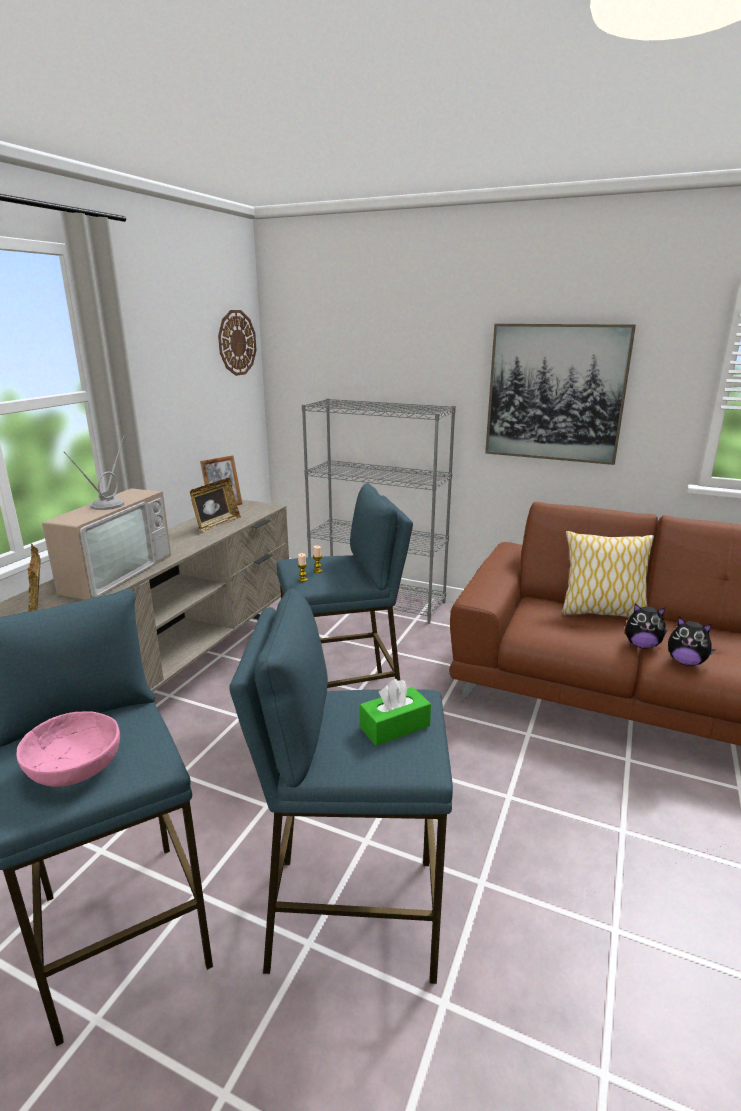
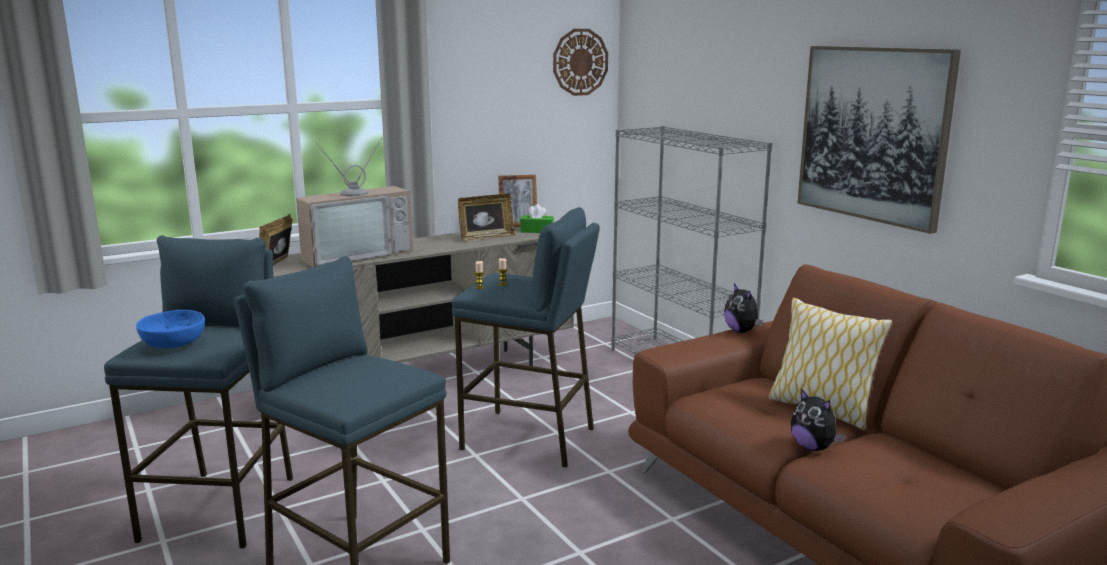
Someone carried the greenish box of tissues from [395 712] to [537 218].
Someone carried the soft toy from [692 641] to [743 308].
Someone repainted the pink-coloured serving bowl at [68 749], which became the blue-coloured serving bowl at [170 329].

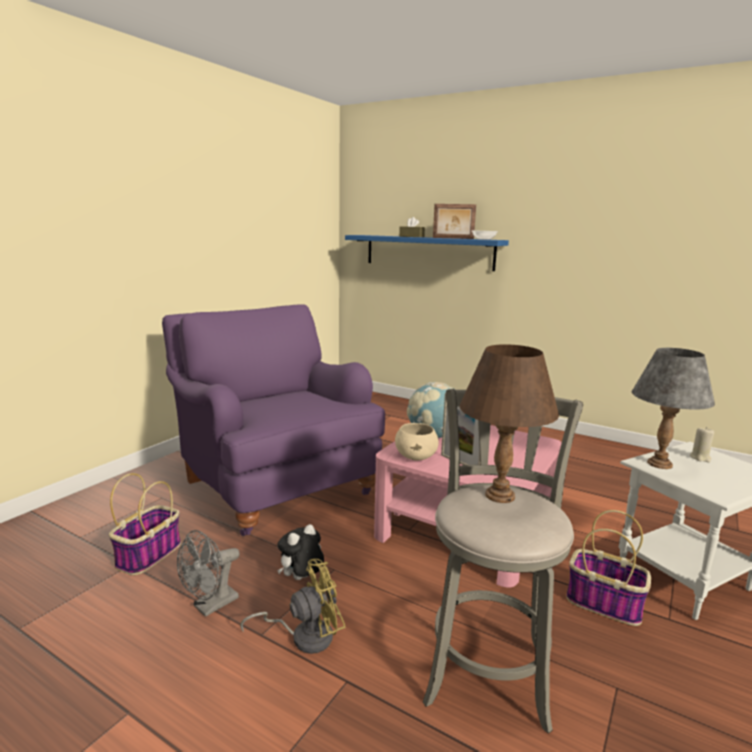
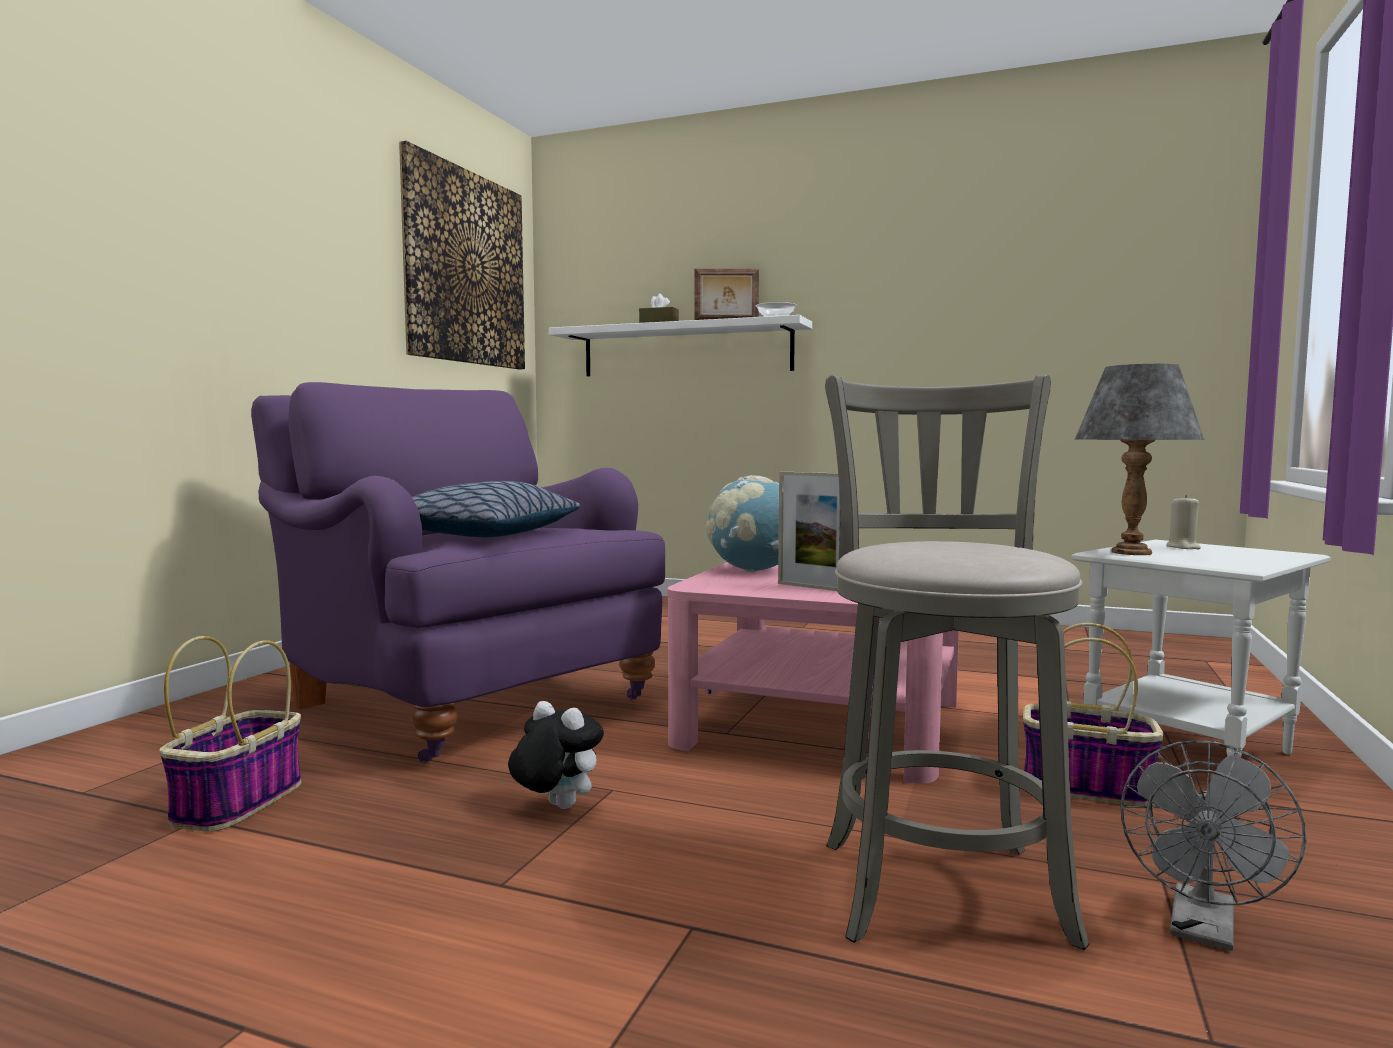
Someone took away the yellowish electric fan at [292 606].
Someone took away the sand-coloured serving bowl at [416 442].
Someone took away the brownish table lamp at [509 423].
Someone put up the wall art at [462 255].
Someone put down the cushion at [496 509].
Someone carried the greyish electric fan from [208 573] to [1213 845].
Someone repainted the blue-coloured bracket shelf at [427 253], which became the white-coloured bracket shelf at [680 345].
Someone rotated the soft toy at [300 552] by 90 degrees clockwise.

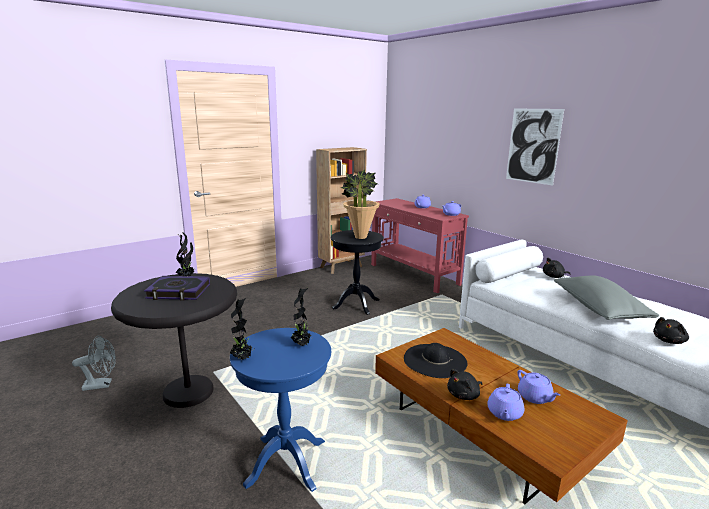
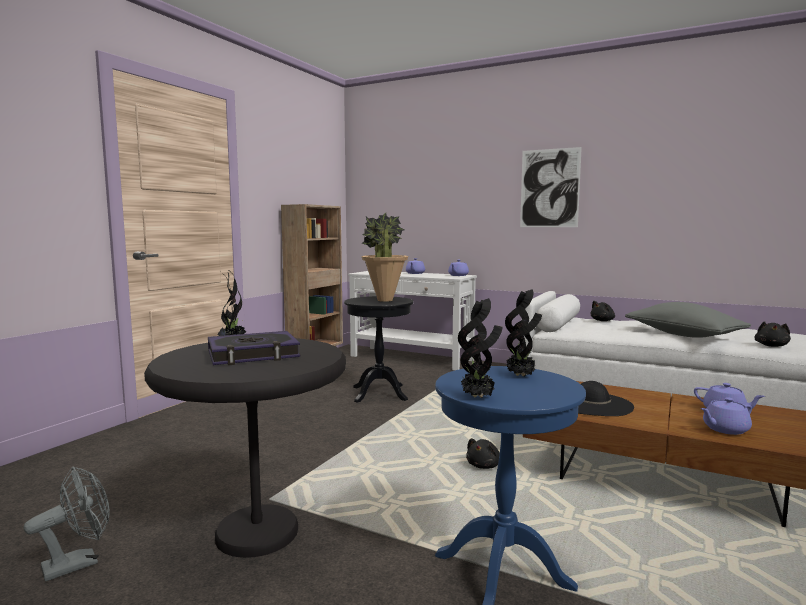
Someone carried the blackish soft toy from [465 384] to [483 453].
Someone repainted the red-coloured console table at [420 245], which became the white-coloured console table at [412 320].
Someone rotated the purple teapot at [506 402] by 75 degrees clockwise.

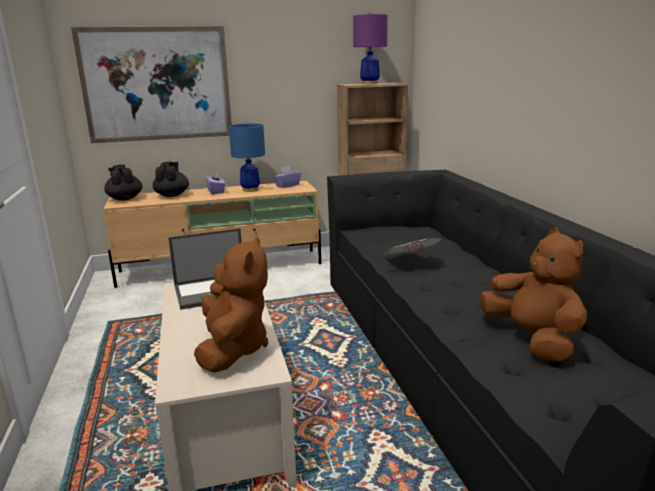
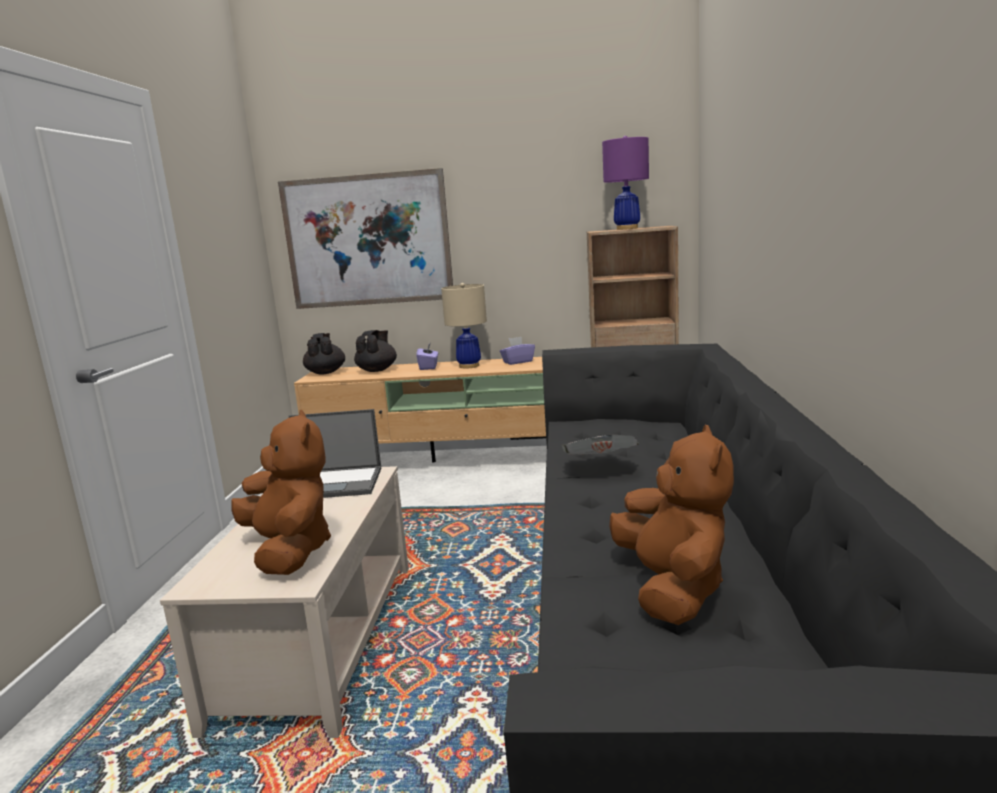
Someone repainted the blue-coloured table lamp at [247 157], which became the sand-coloured table lamp at [464 326].
Someone rotated the brownish soft toy at [231 304] by 45 degrees counterclockwise.

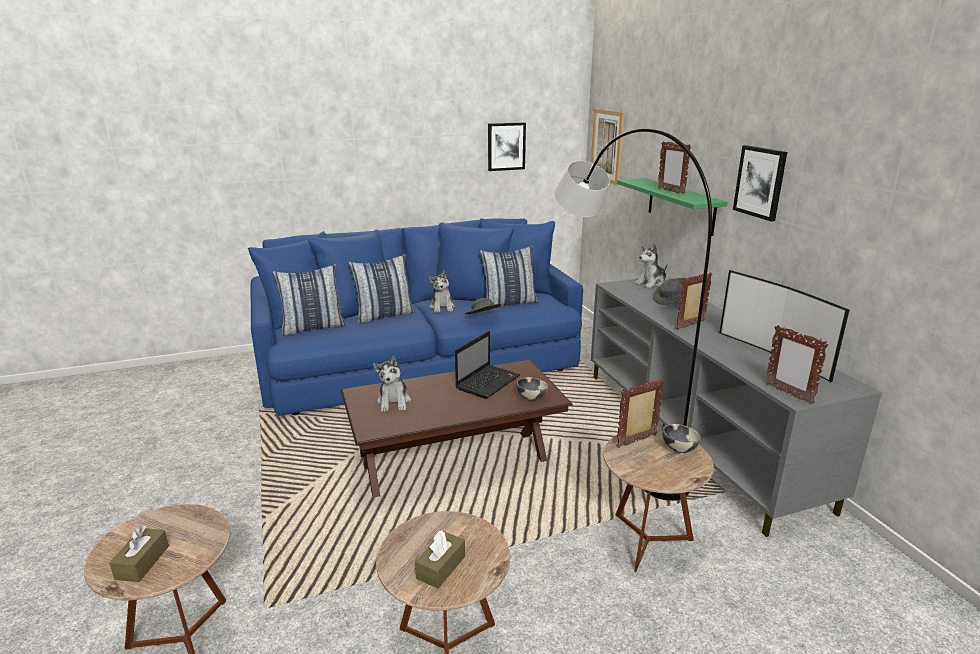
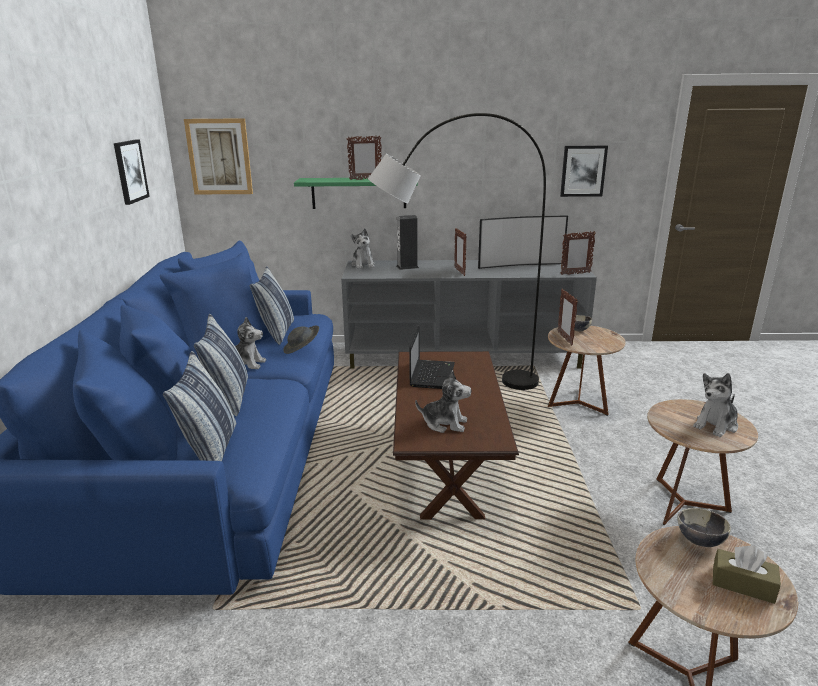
Someone carried the serving bowl from [532 389] to [704 527].
Someone carried the wall art from [760 183] to [584 171].
Someone swapped the brownish box of tissues at [440 559] for the soft toy at [715 405].
Someone swapped the greyish hat at [671 291] for the audio speaker at [407 242].
Someone rotated the notebook computer at [487 365] by 45 degrees clockwise.

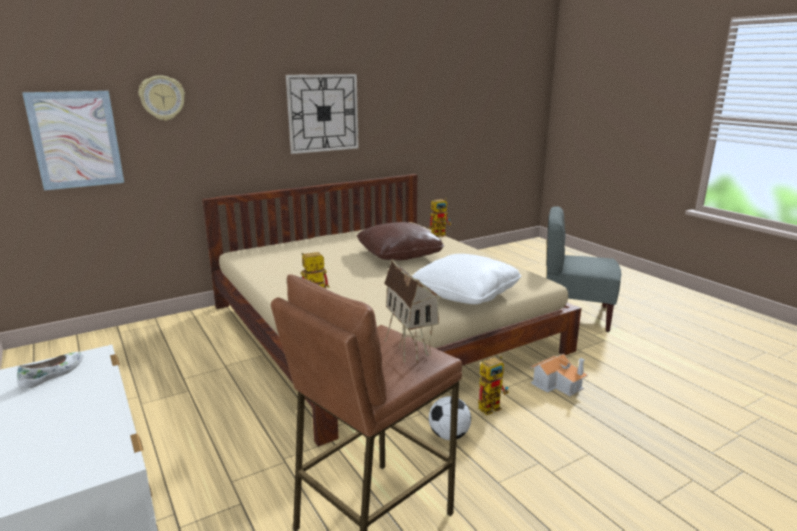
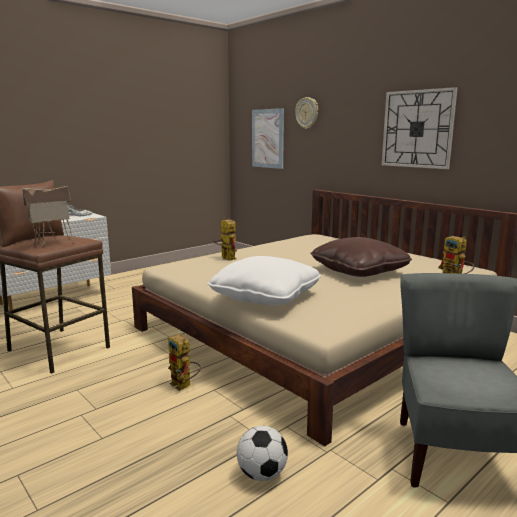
Someone took away the model house at [559 375].
Someone carried the ball for football from [450 418] to [262 453].

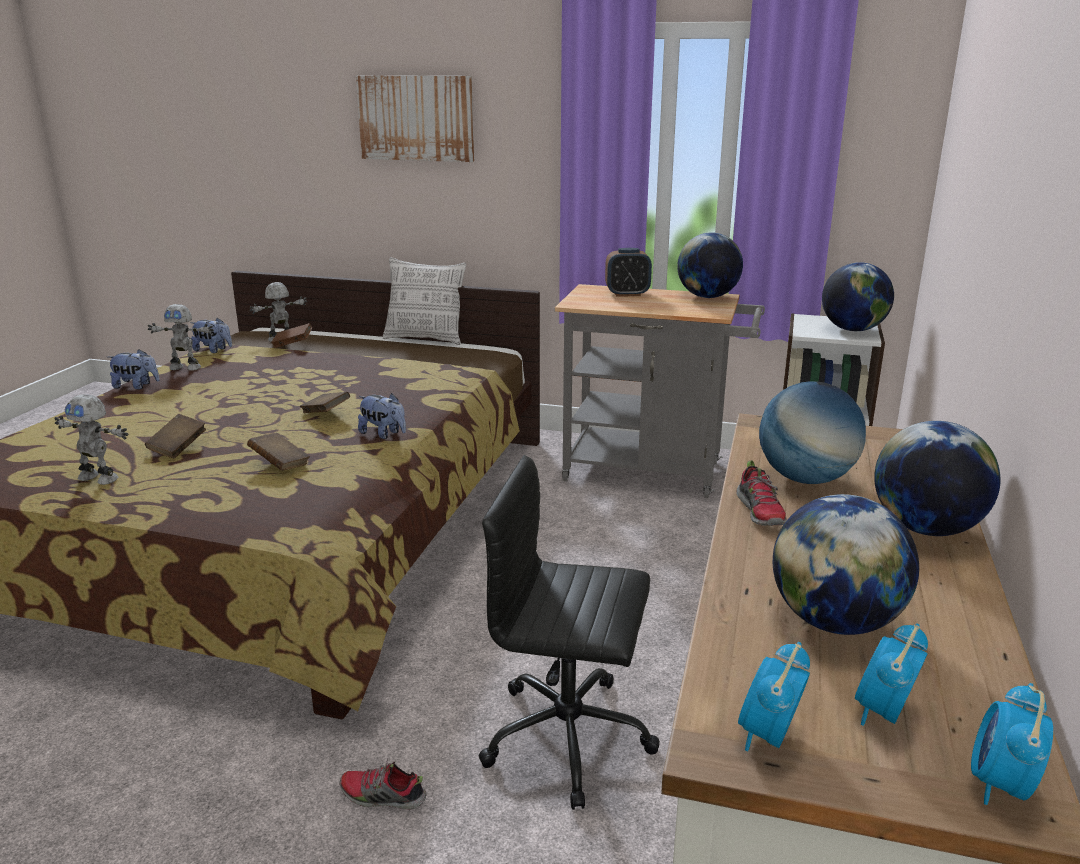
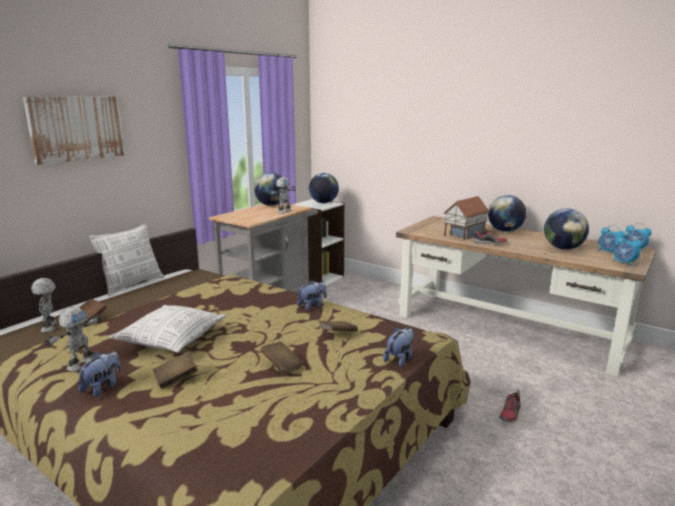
Someone took away the blackish office chair at [569 632].
Someone took away the bedside clock at [628 272].
Someone put down the cushion at [167 329].
Someone carried the robot figure from [91 439] to [282 195].
Someone carried the soft toy from [211 335] to [398 347].
Someone carried the brownish volume from [325 402] to [175 370].
Someone swapped the globe at [812 432] for the model house at [466 218].

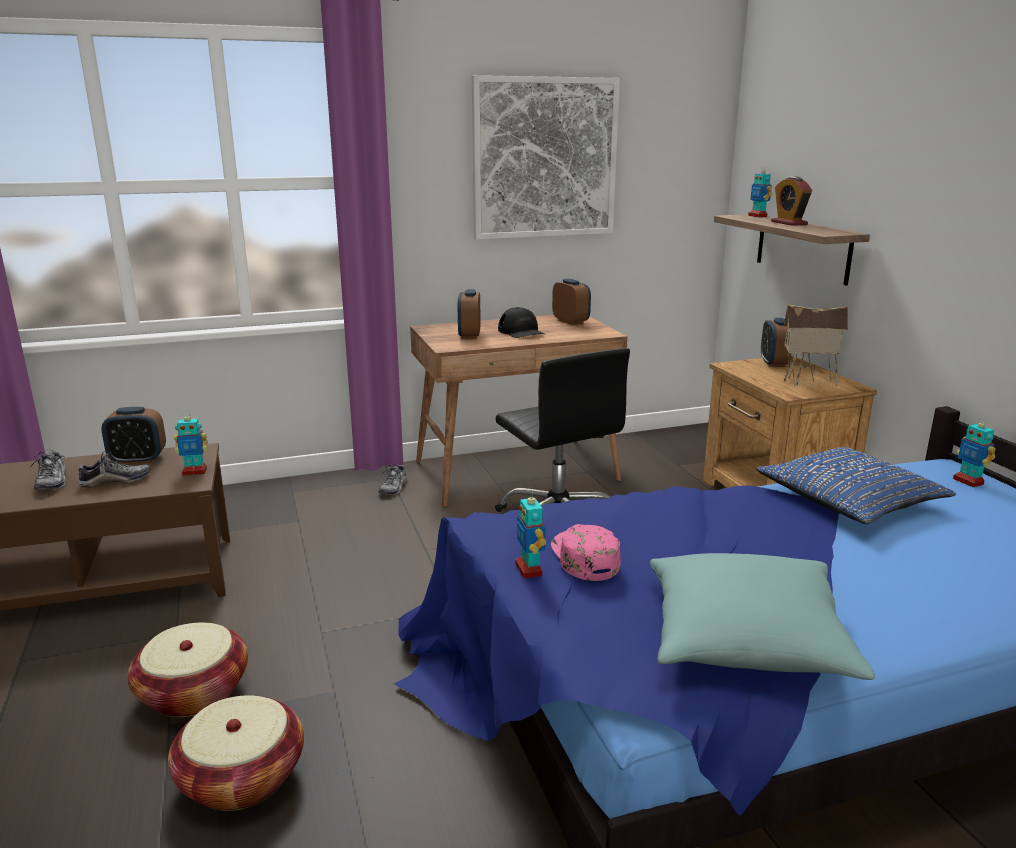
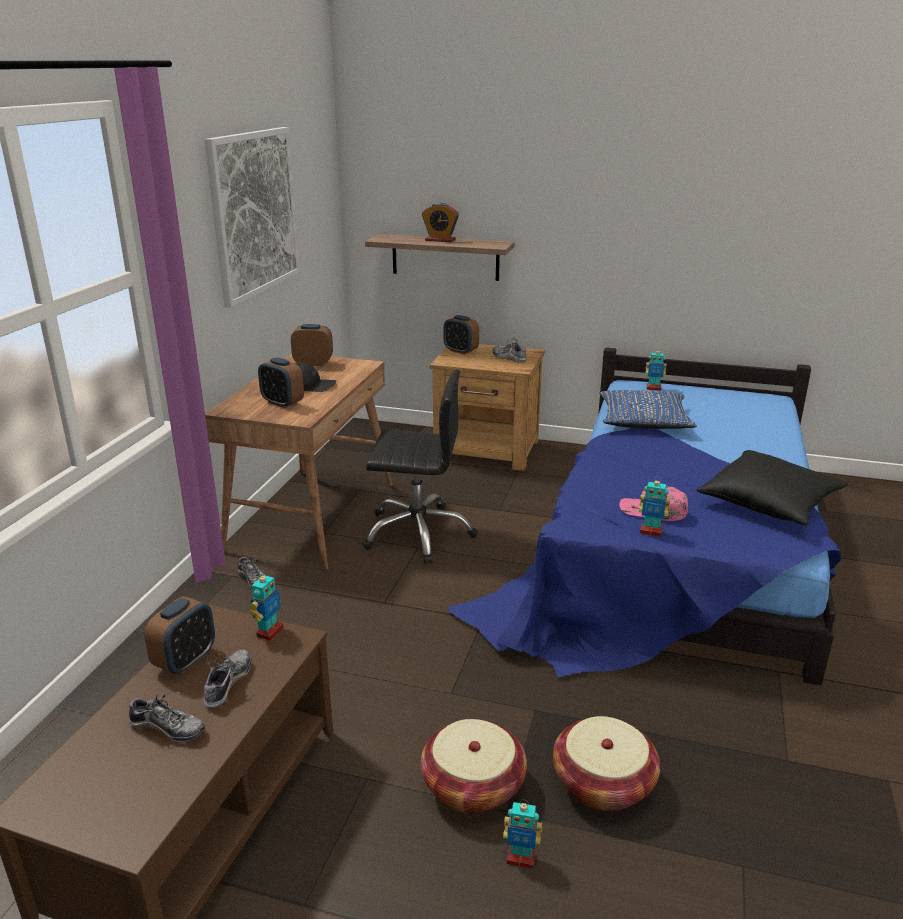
Someone carried the robot figure from [760 191] to [522 834].
Someone swapped the model house at [816 345] for the low shoe at [510 350].
Someone repainted the blue-green cushion at [762 616], which became the blackish cushion at [772 487].

